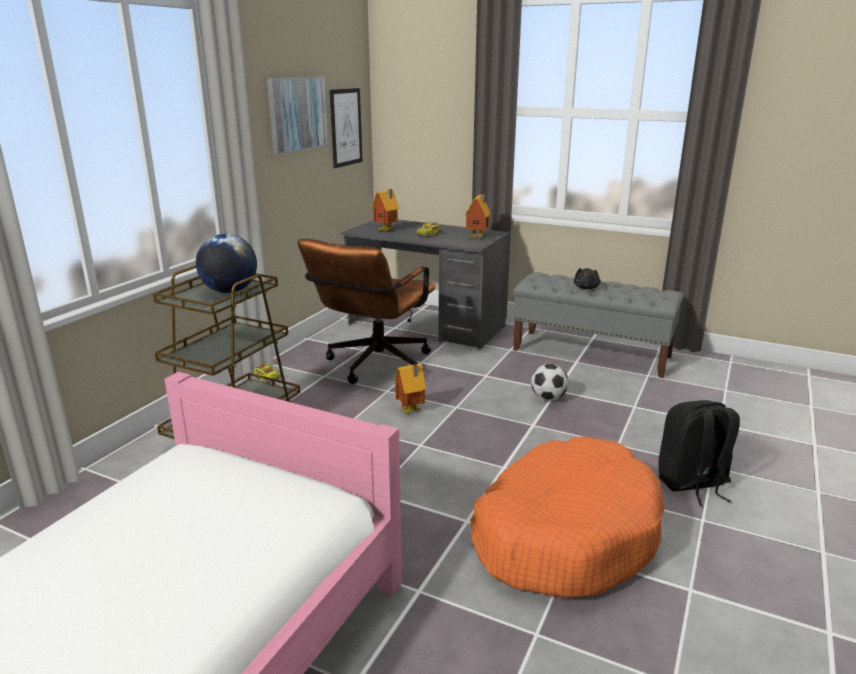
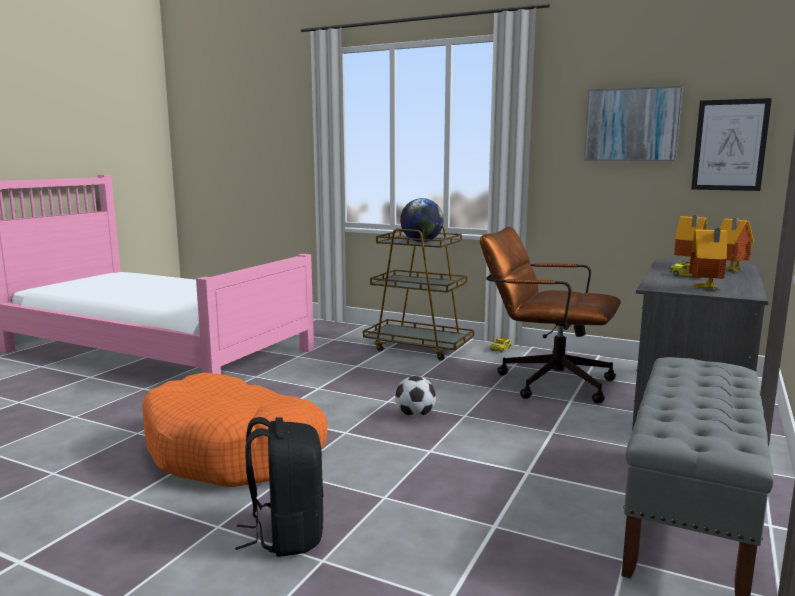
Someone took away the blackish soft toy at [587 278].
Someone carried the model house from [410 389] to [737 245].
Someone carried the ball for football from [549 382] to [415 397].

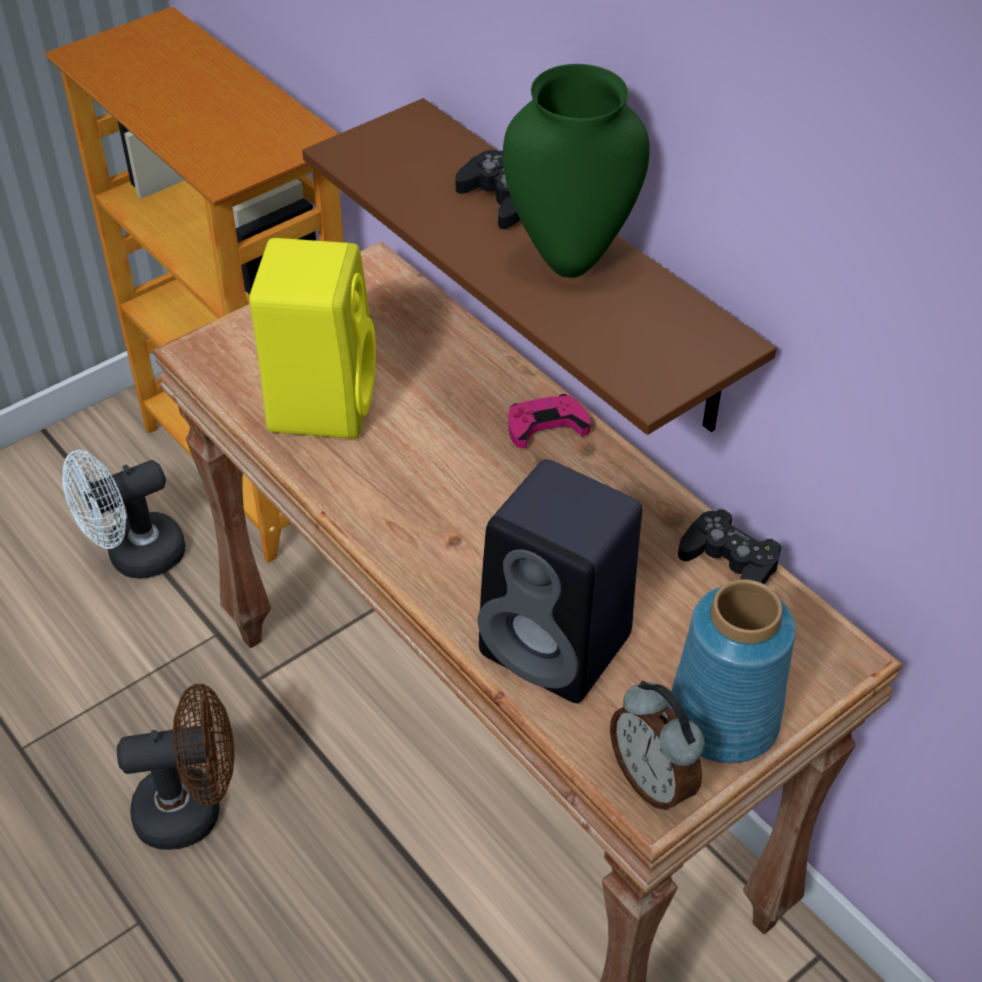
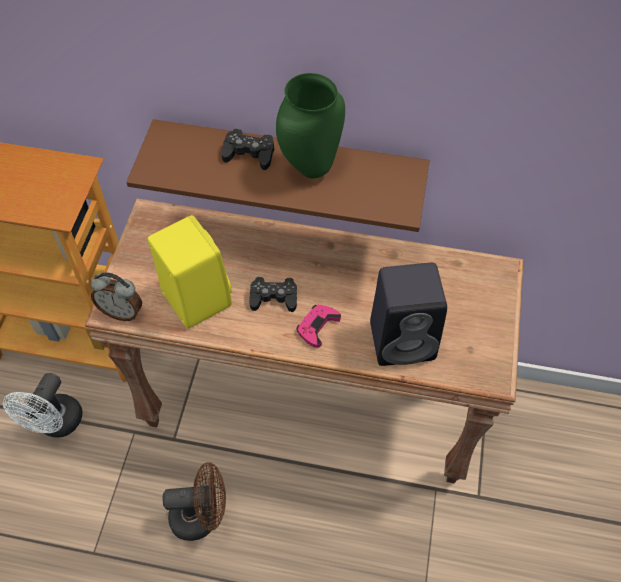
Someone took away the blue-coloured flower vase at [732 671].
Someone carried the pink-coloured game controller from [550 421] to [319 326].
Someone carried the bedside clock from [657 746] to [116 296].
Someone carried the blackish game controller from [730 546] to [273 294].
Someone rotated the brownish electric fan at [175 767] by 45 degrees clockwise.

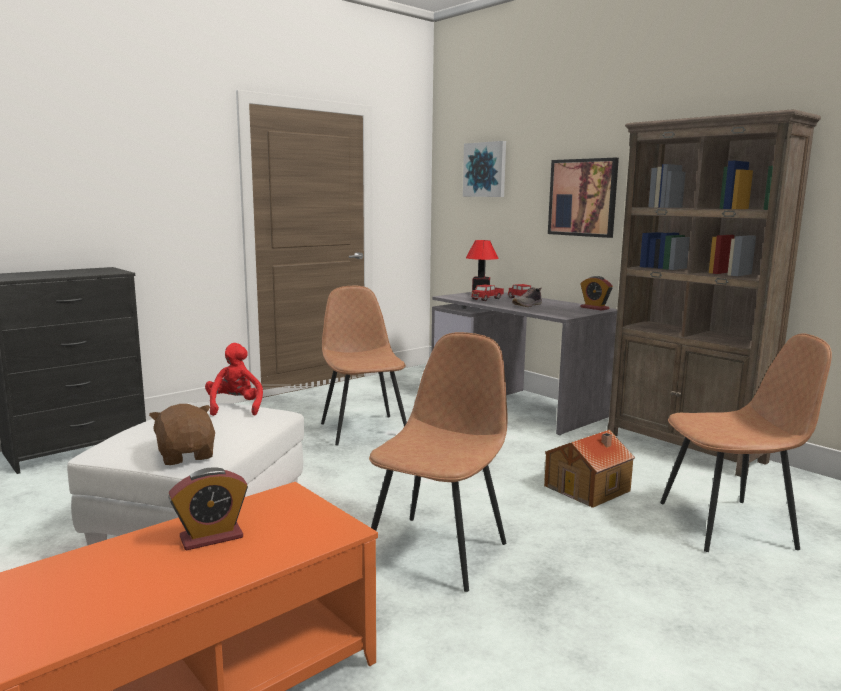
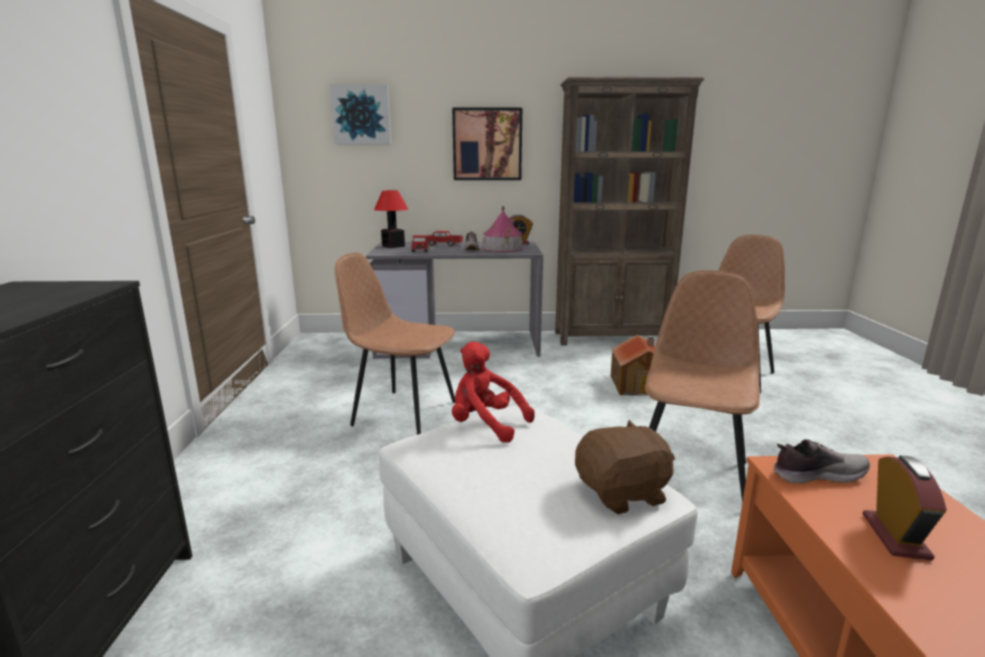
Someone put down the model house at [503 229].
Someone put down the low shoe at [821 461].
Someone rotated the brownish soft toy at [182 434] by 150 degrees clockwise.
Someone rotated the brownish plain chair at [438 462] by 45 degrees clockwise.

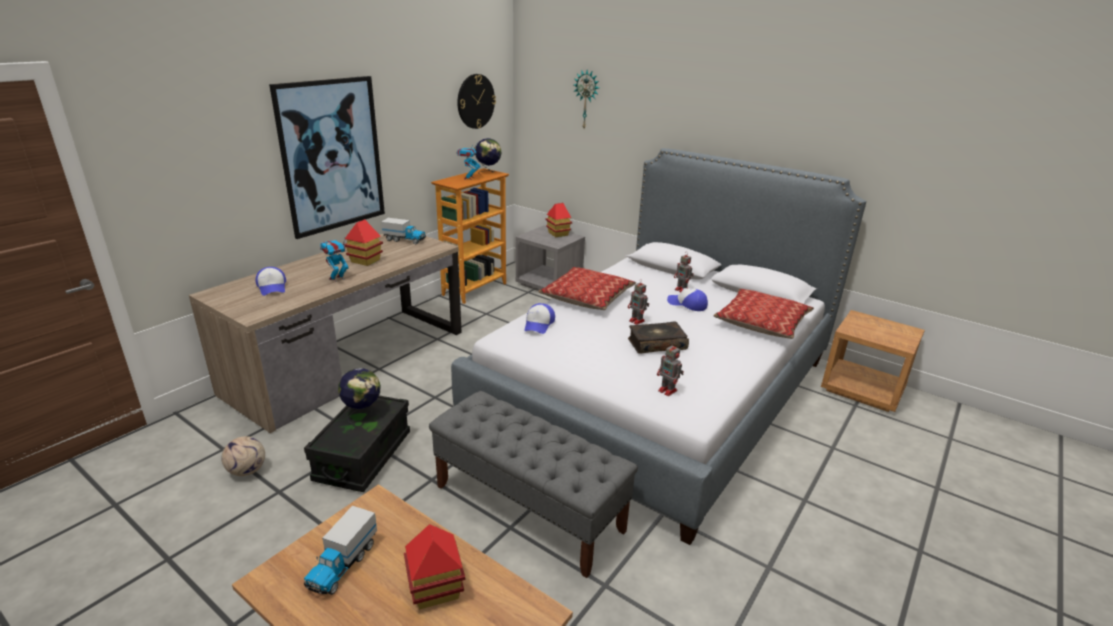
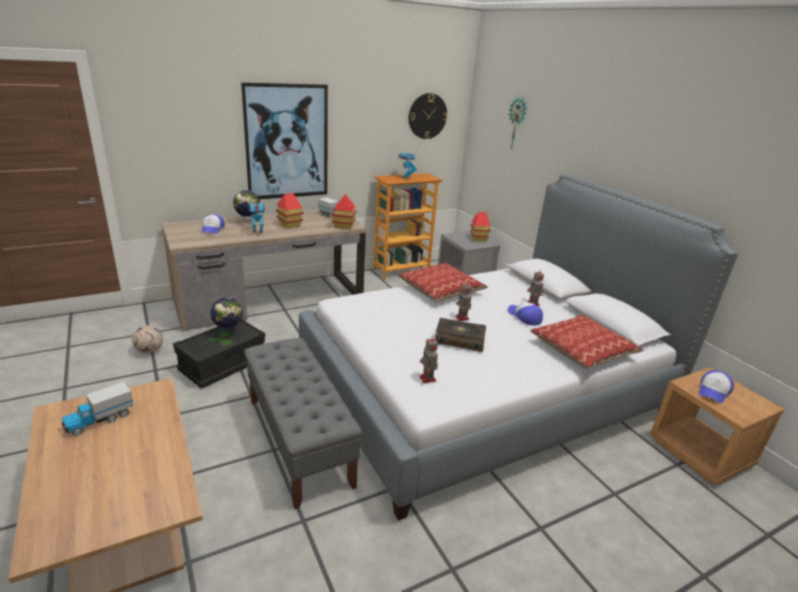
Someone carried the model house from [434 566] to [343 212].
Someone carried the globe from [488 156] to [246 207].
Someone carried the cap from [540 318] to [716 386].

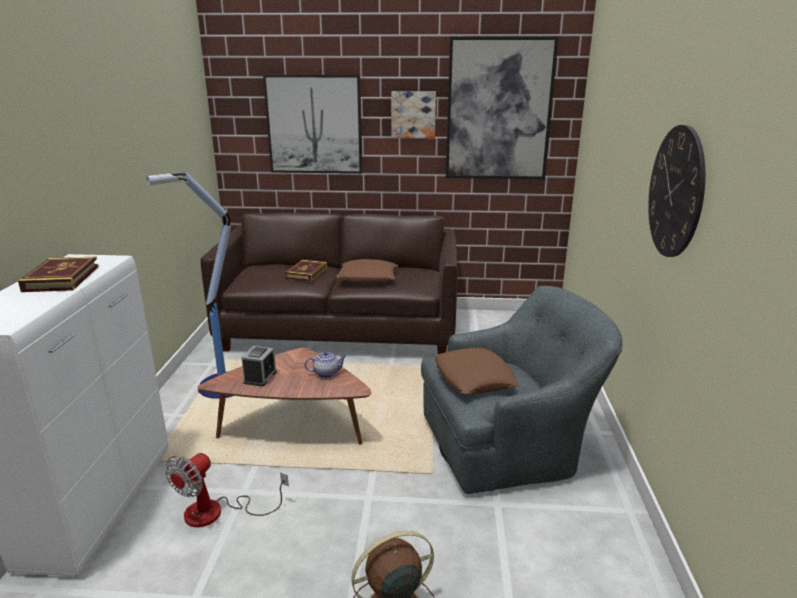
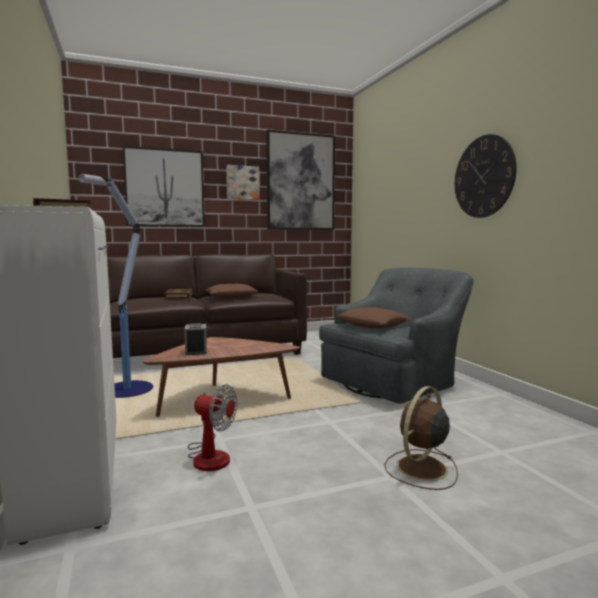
Someone took away the teapot at [325 364].
Someone rotated the electric fan at [227 489] by 75 degrees counterclockwise.

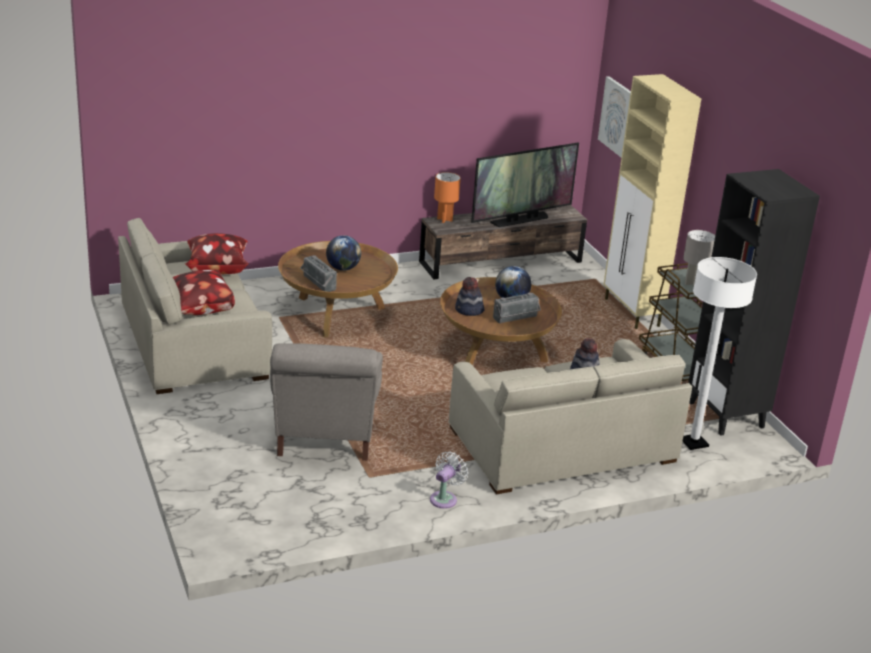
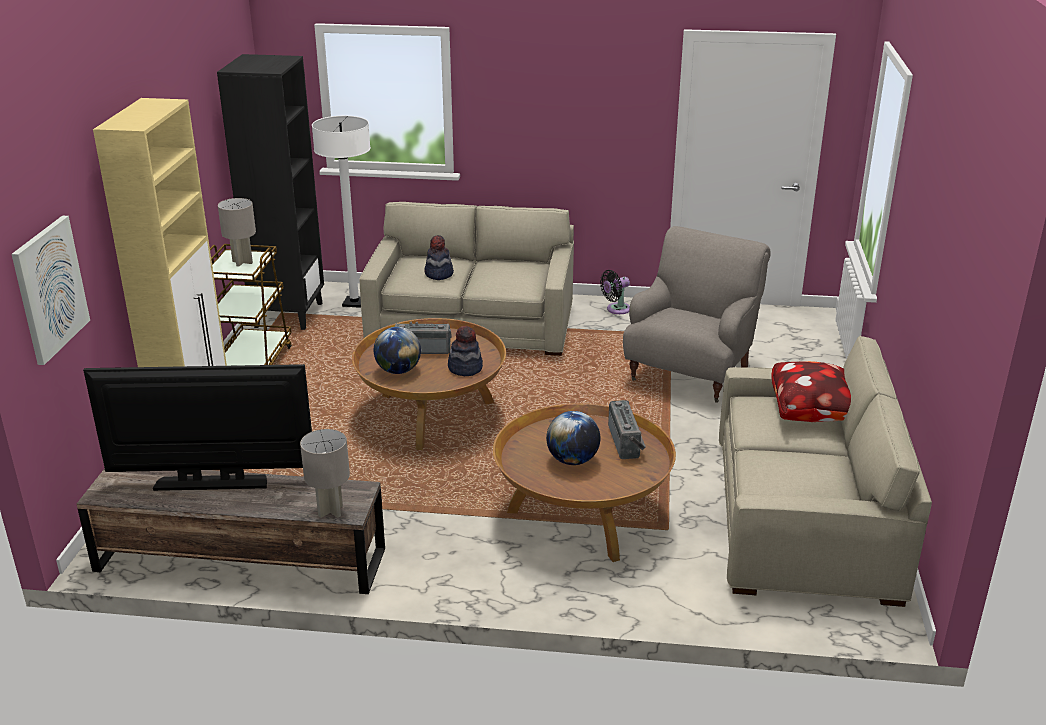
Someone took away the cushion at [217 253].
Someone repainted the white-coloured electric fan at [449 480], which became the blackish electric fan at [615 292].
Someone repainted the orange-coloured table lamp at [447 197], which became the greyish table lamp at [325 473].

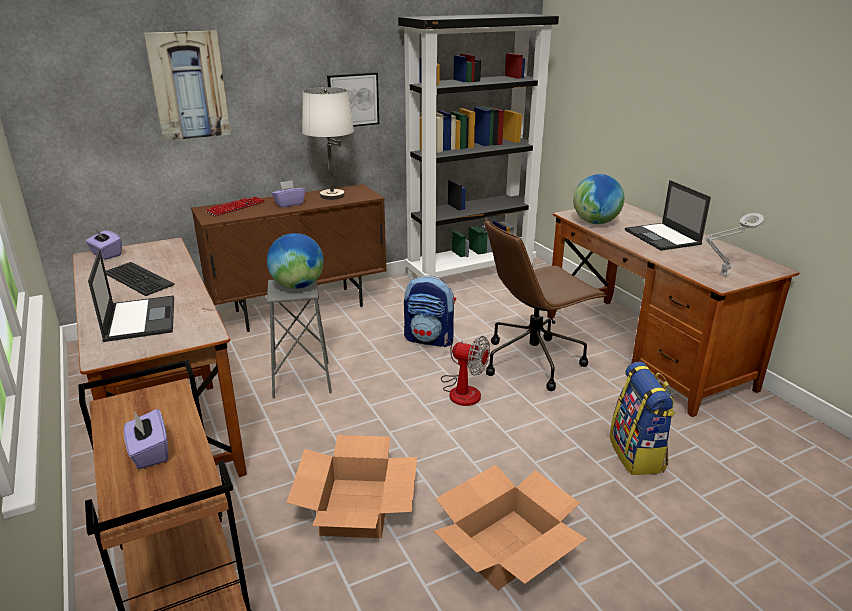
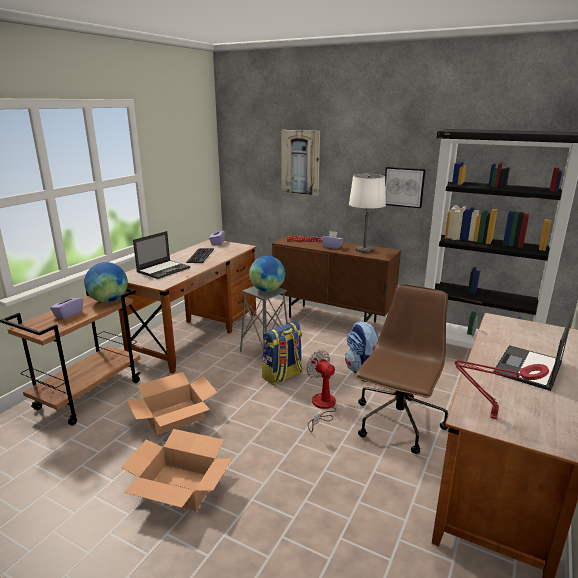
Someone carried the globe from [598 199] to [106 282].
Someone carried the rucksack from [643 418] to [282 353].
Someone repainted the greyish table lamp at [734 244], which became the red-coloured table lamp at [502 389].
Someone rotated the electric fan at [465 369] by 150 degrees clockwise.
Someone rotated the brownish office chair at [545 305] by 90 degrees clockwise.

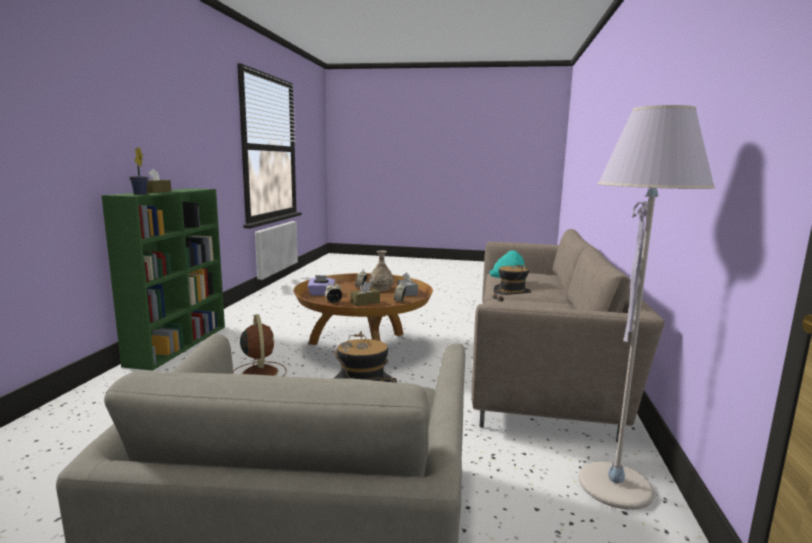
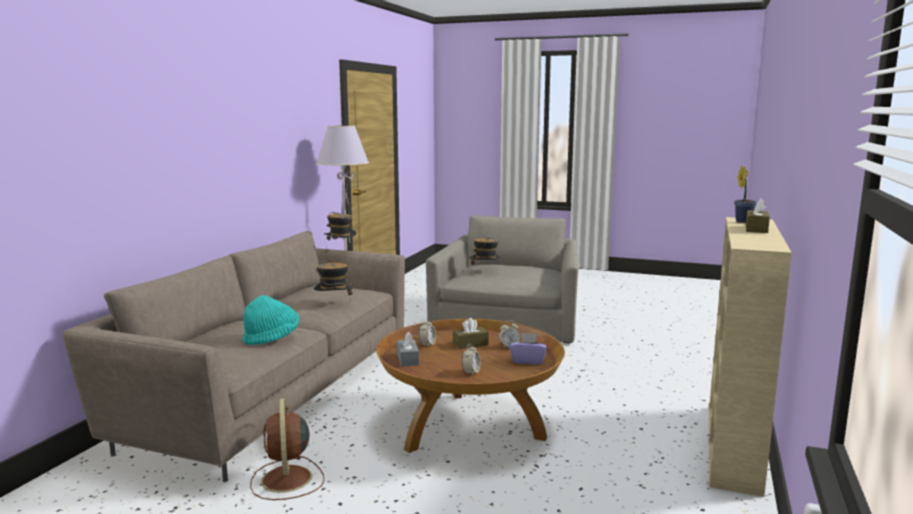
Someone took away the flower vase at [381 270].
Someone put down the hat at [340 231].
Someone carried the brownish electric fan from [260 345] to [287 449].
Someone repainted the greenish bookcase at [163 279], which became the sand-coloured bookcase at [750 357].

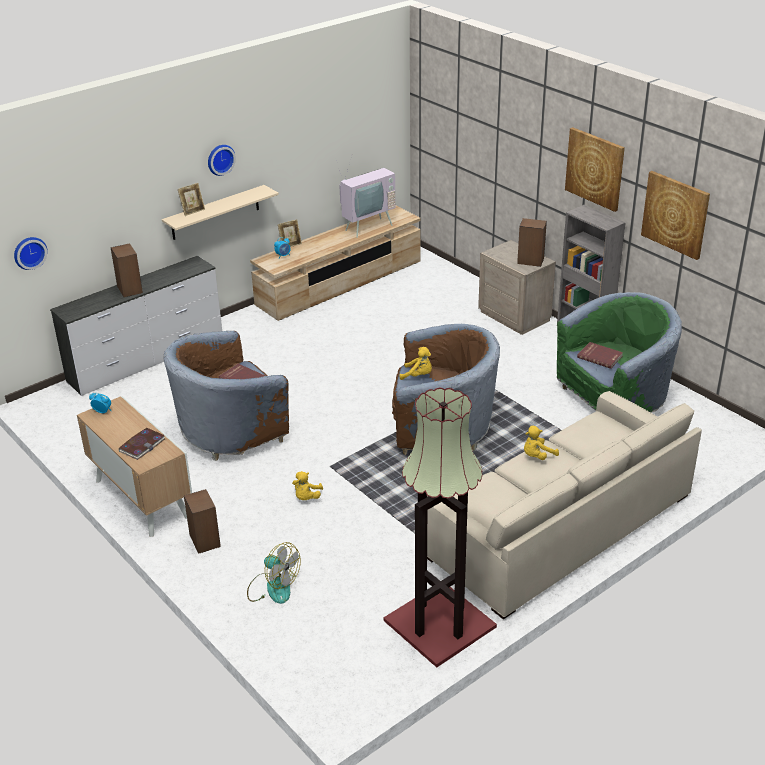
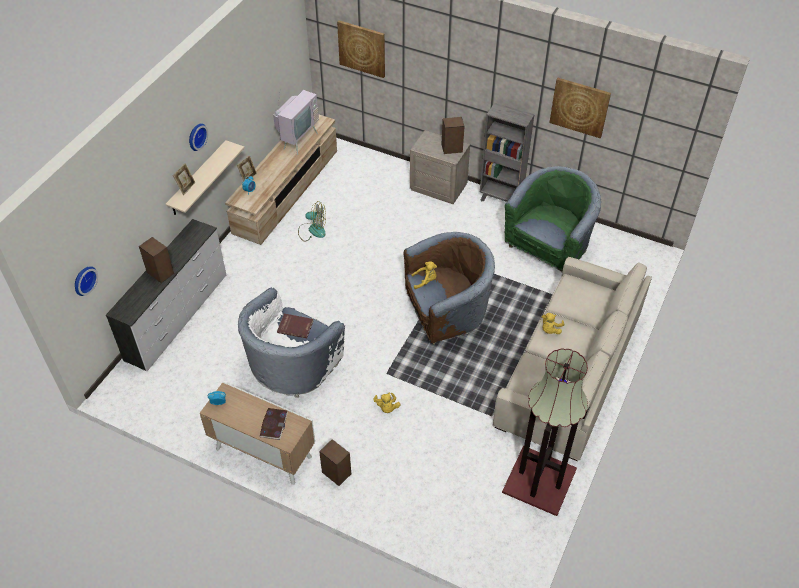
Someone took away the red-coloured volume at [600 355].
Someone carried the electric fan from [274 573] to [312 221].
Someone carried the wall art from [595 169] to [361 49].
Someone repainted the brownish armchair at [226 396], which became the white-coloured armchair at [292 342].

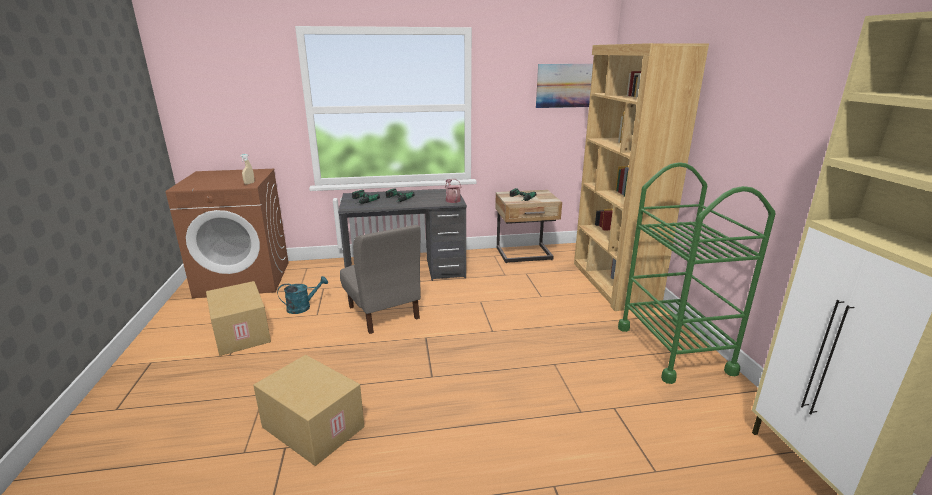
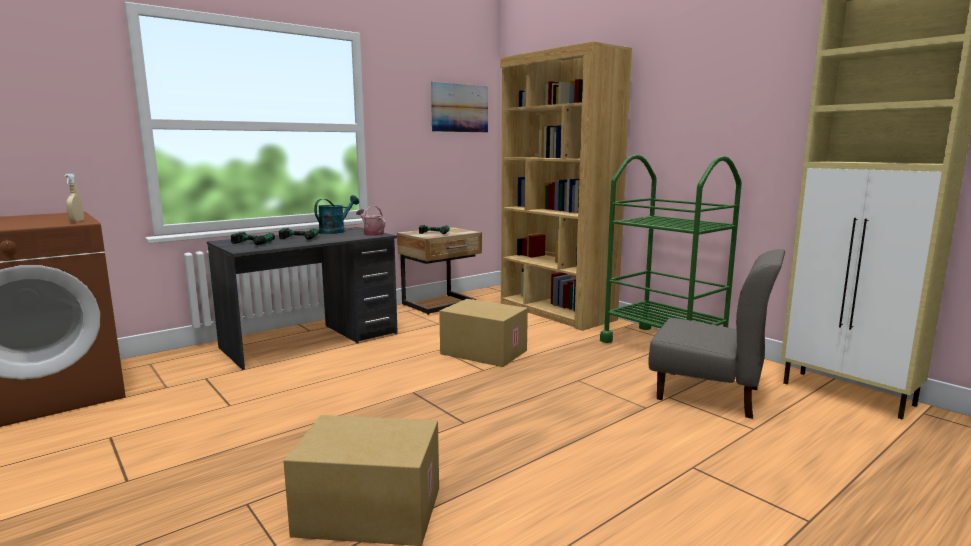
Someone carried the packing box from [238 318] to [483 333].
Someone carried the blue-green watering pot from [302 295] to [336 214].
Someone carried the greyish plain chair from [380 279] to [716 334].

